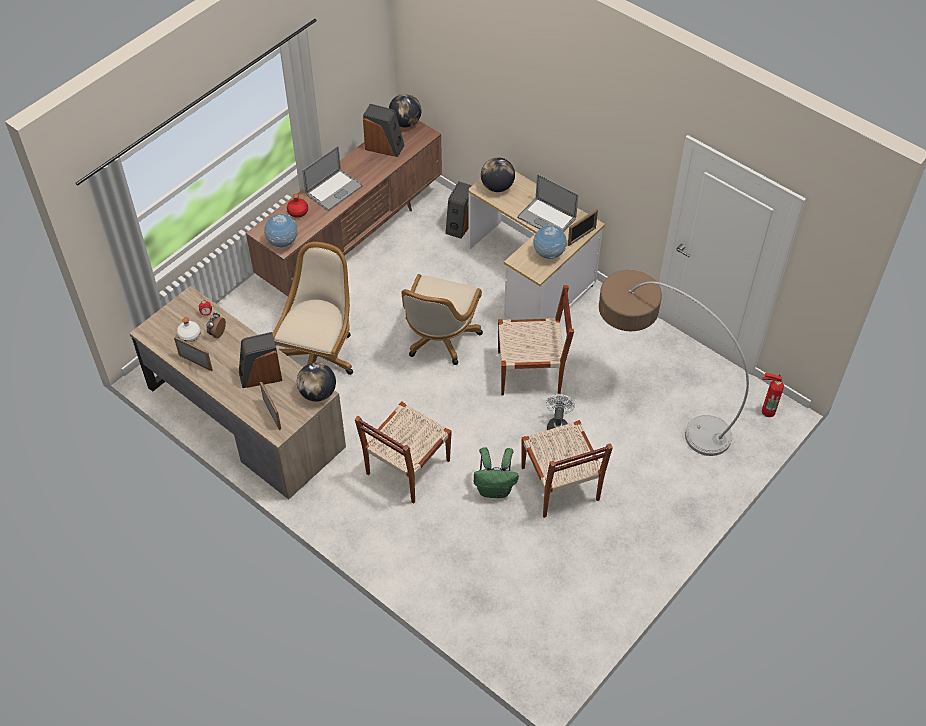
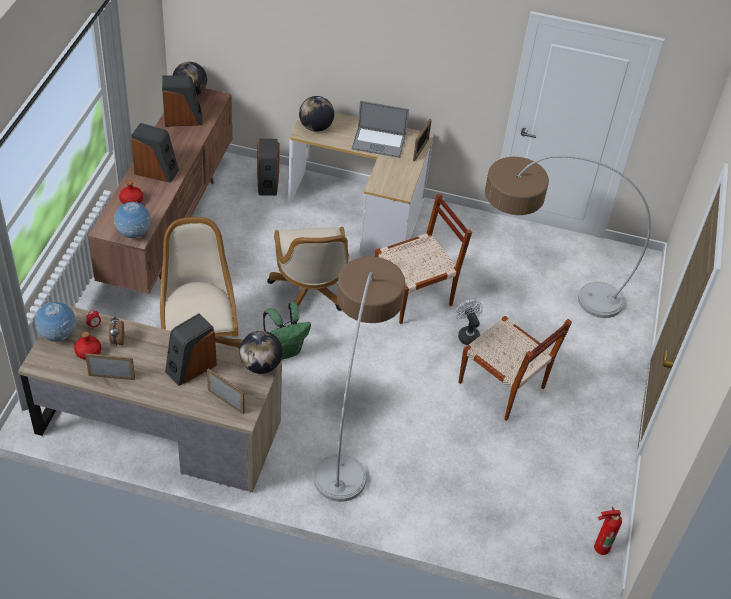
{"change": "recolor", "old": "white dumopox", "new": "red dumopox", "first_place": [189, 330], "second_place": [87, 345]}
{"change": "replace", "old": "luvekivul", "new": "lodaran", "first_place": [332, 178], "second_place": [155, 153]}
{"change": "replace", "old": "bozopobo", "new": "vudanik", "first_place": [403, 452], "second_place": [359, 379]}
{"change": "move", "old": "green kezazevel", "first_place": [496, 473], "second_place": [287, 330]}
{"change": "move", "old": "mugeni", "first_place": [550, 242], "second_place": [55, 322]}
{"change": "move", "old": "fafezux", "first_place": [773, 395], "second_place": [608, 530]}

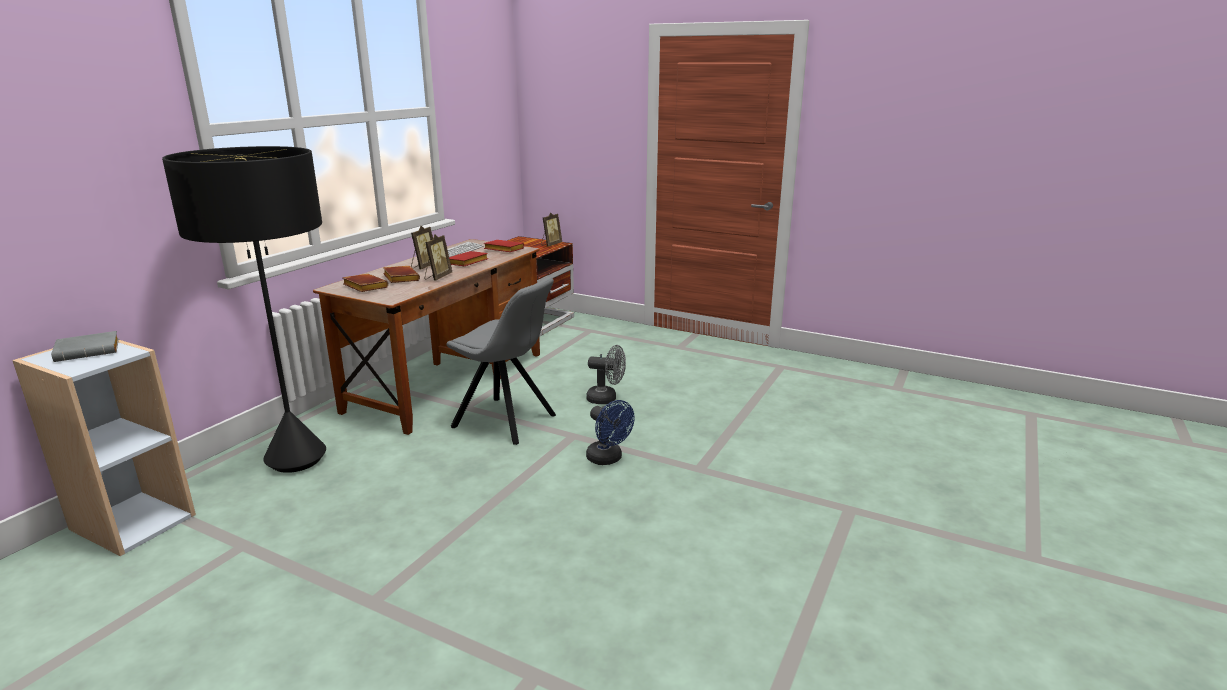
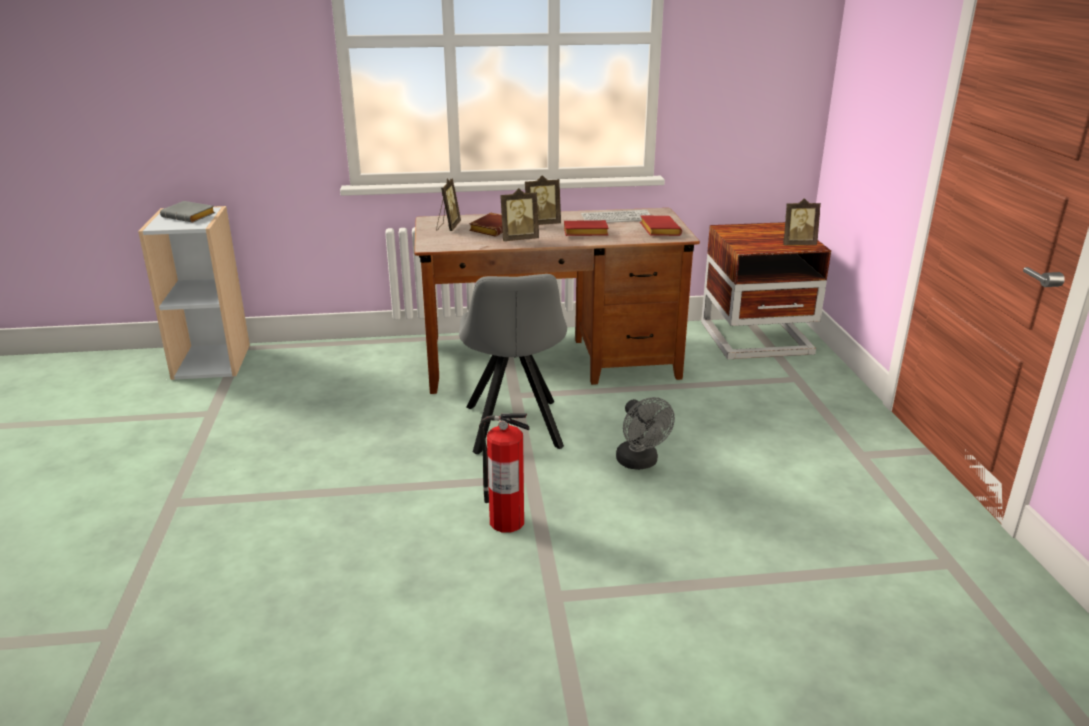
{"change": "delete", "old": "black vudanik", "first_place": [244, 309]}
{"change": "replace", "old": "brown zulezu", "new": "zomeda", "first_place": [365, 283], "second_place": [448, 204]}
{"change": "replace", "old": "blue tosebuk", "new": "fafezux", "first_place": [610, 432], "second_place": [504, 473]}

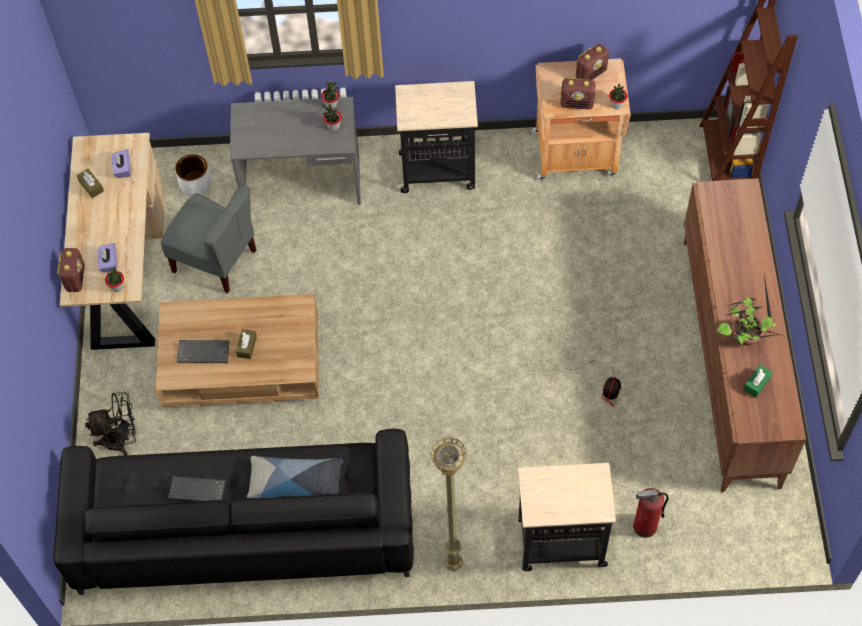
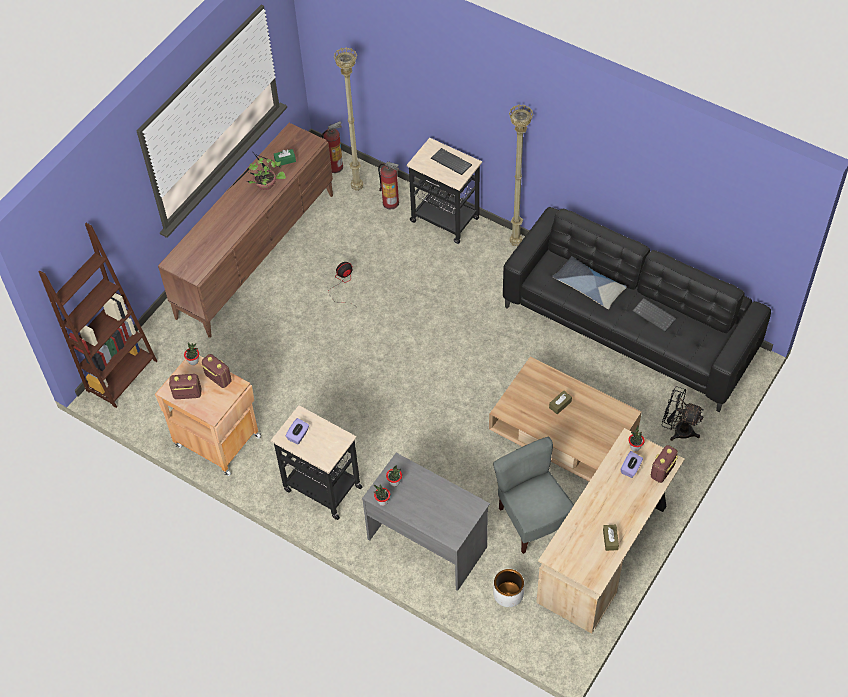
{"change": "move", "old": "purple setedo", "first_place": [121, 163], "second_place": [297, 431]}
{"change": "move", "old": "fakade", "first_place": [203, 351], "second_place": [451, 161]}
{"change": "insert", "new": "fafezux", "second_place": [332, 147]}
{"change": "insert", "new": "beige vudanik", "second_place": [348, 119]}

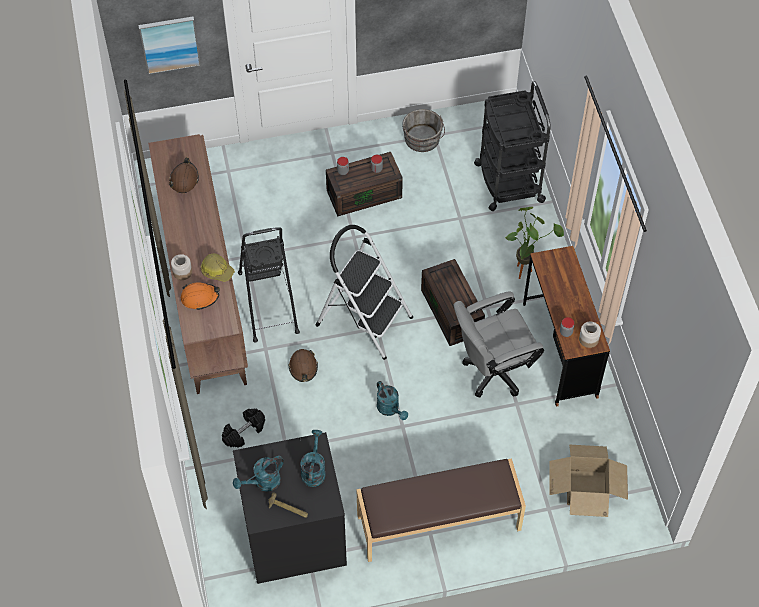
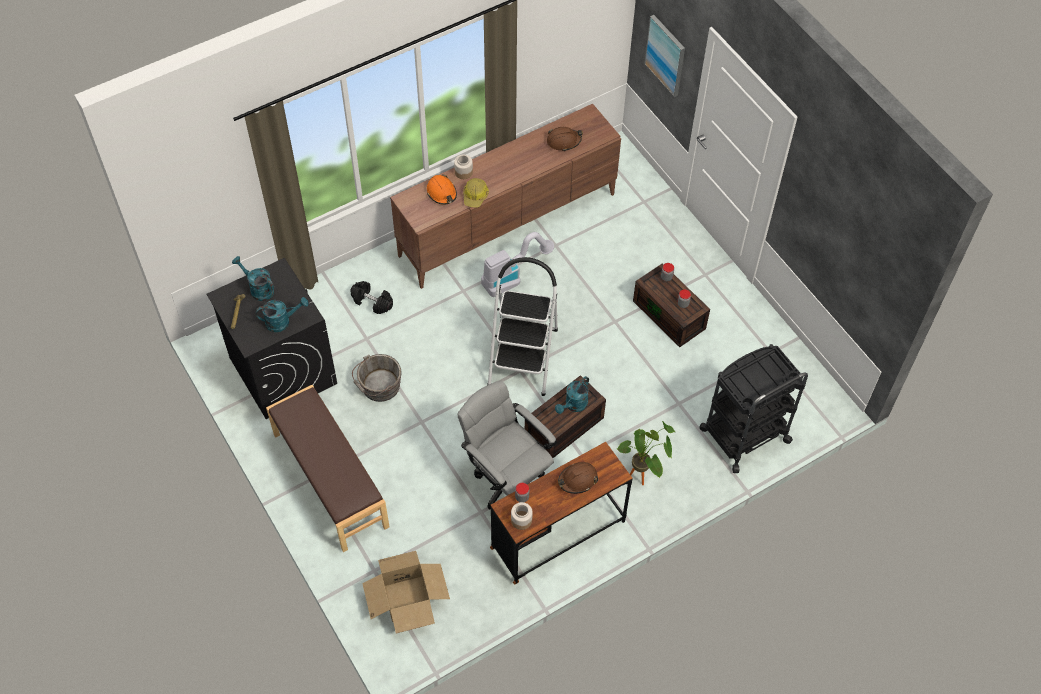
{"change": "replace", "old": "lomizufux", "new": "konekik", "first_place": [269, 284], "second_place": [517, 264]}
{"change": "move", "old": "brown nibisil", "first_place": [303, 365], "second_place": [578, 478]}
{"change": "move", "old": "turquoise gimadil", "first_place": [392, 400], "second_place": [572, 395]}
{"change": "move", "old": "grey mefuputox", "first_place": [423, 130], "second_place": [377, 378]}

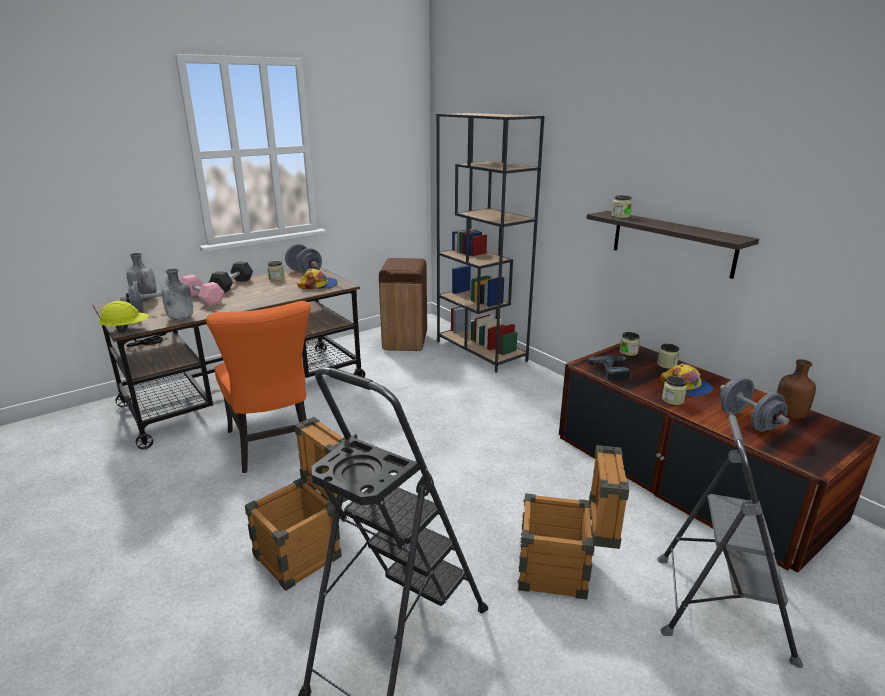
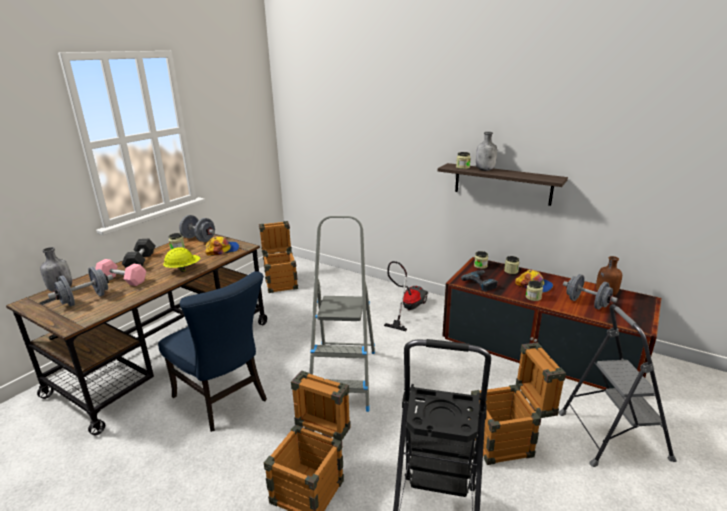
{"change": "move", "old": "yellow nibisil", "first_place": [123, 317], "second_place": [181, 259]}
{"change": "move", "old": "grey dumopox", "first_place": [177, 294], "second_place": [486, 151]}
{"change": "recolor", "old": "orange bozopobo", "new": "blue bozopobo", "first_place": [258, 387], "second_place": [212, 351]}
{"change": "replace", "old": "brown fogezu", "new": "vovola", "first_place": [403, 304], "second_place": [278, 257]}
{"change": "delete", "old": "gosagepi", "first_place": [490, 243]}
{"change": "insert", "new": "grey lomizufux", "second_place": [342, 314]}
{"change": "insert", "new": "konekik", "second_place": [406, 296]}

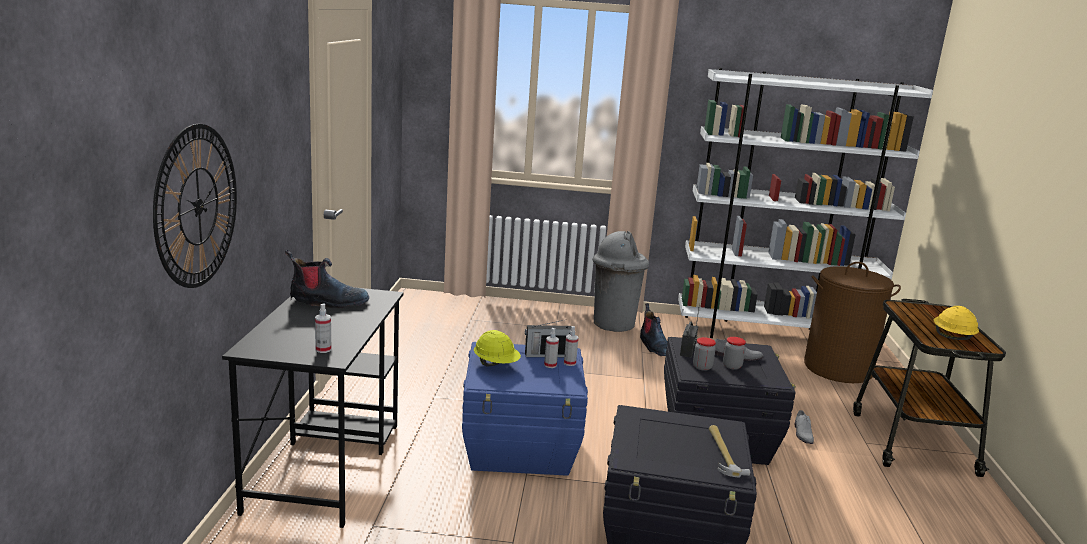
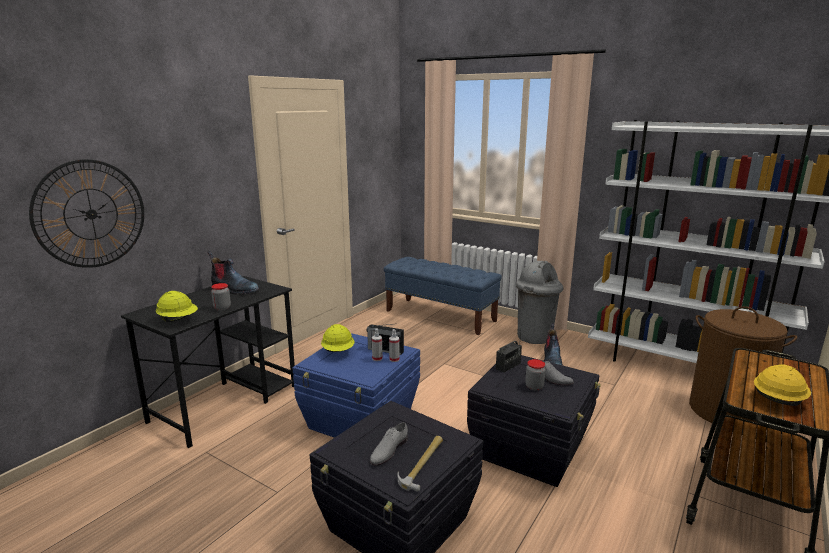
{"change": "replace", "old": "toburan", "new": "yellow nibisil", "first_place": [323, 328], "second_place": [177, 306]}
{"change": "move", "old": "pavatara", "first_place": [704, 354], "second_place": [221, 297]}
{"change": "move", "old": "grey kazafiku", "first_place": [804, 427], "second_place": [389, 444]}
{"change": "insert", "new": "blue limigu", "second_place": [443, 296]}

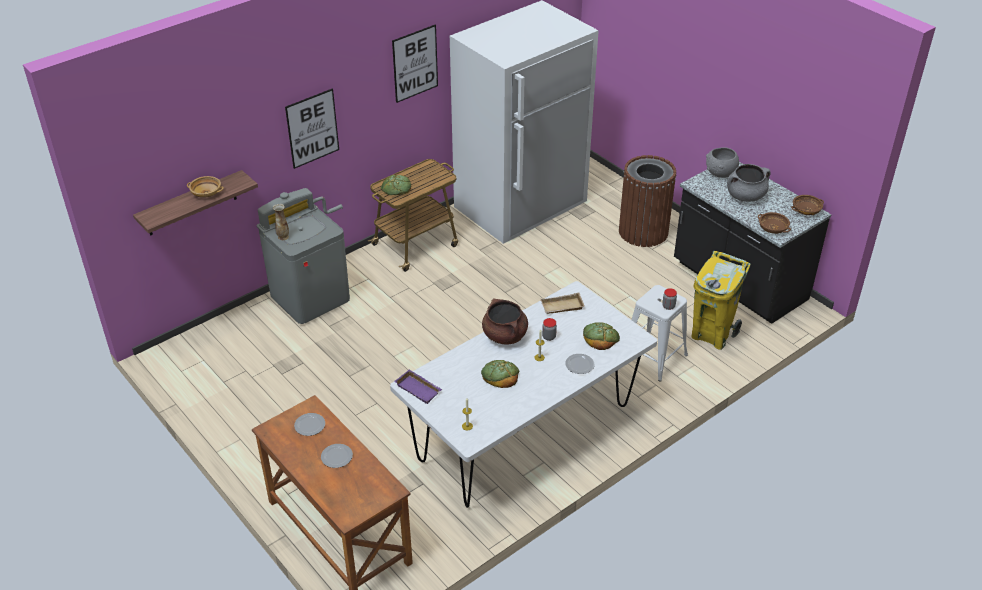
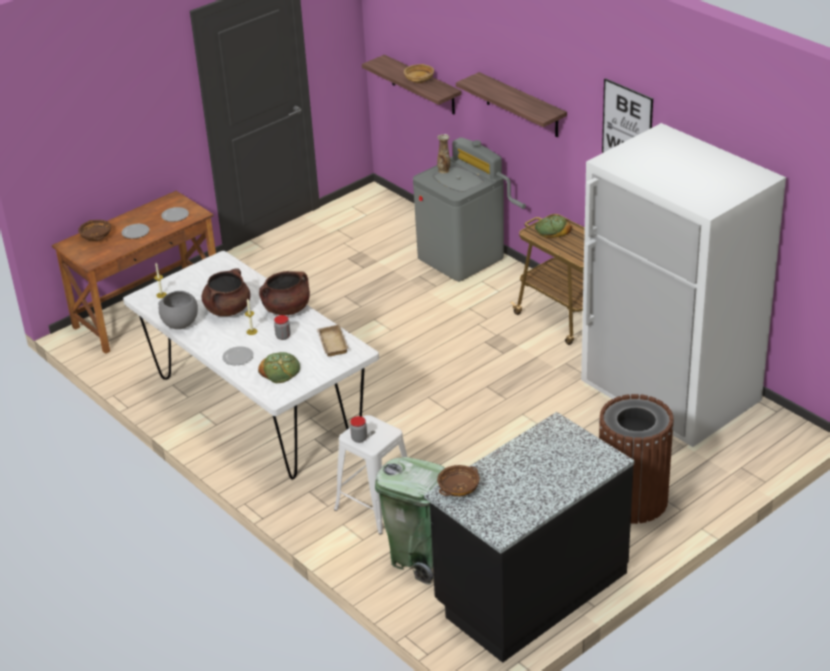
{"change": "replace", "old": "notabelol", "new": "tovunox", "first_place": [312, 129], "second_place": [511, 104]}
{"change": "delete", "old": "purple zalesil", "first_place": [418, 386]}
{"change": "replace", "old": "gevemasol", "new": "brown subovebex", "first_place": [500, 374], "second_place": [226, 292]}
{"change": "recolor", "old": "yellow fogezu", "new": "green fogezu", "first_place": [721, 300], "second_place": [410, 521]}
{"change": "move", "old": "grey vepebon", "first_place": [722, 162], "second_place": [178, 310]}
{"change": "delete", "old": "grey subovebex", "first_place": [749, 183]}
{"change": "move", "old": "brown vepebon", "first_place": [807, 205], "second_place": [94, 230]}

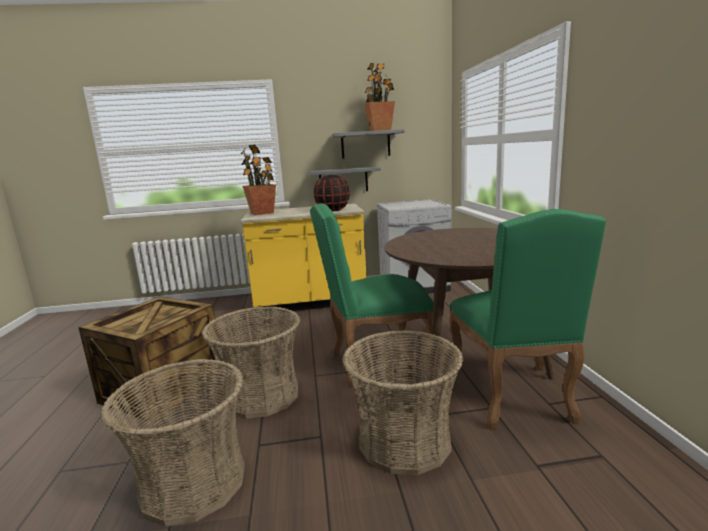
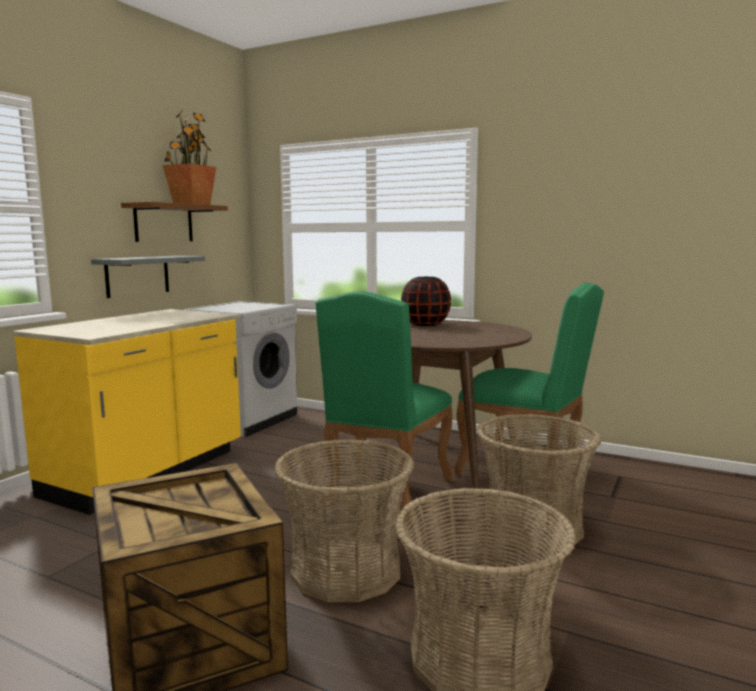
{"change": "delete", "old": "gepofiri", "first_place": [258, 180]}
{"change": "move", "old": "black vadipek", "first_place": [332, 193], "second_place": [426, 301]}
{"change": "recolor", "old": "grey tovunox", "new": "brown tovunox", "first_place": [368, 144], "second_place": [174, 221]}

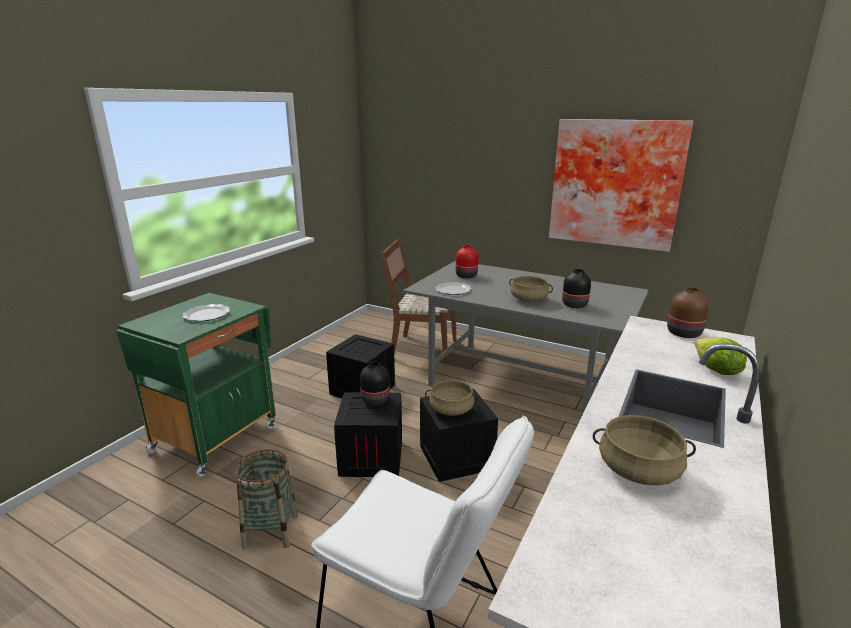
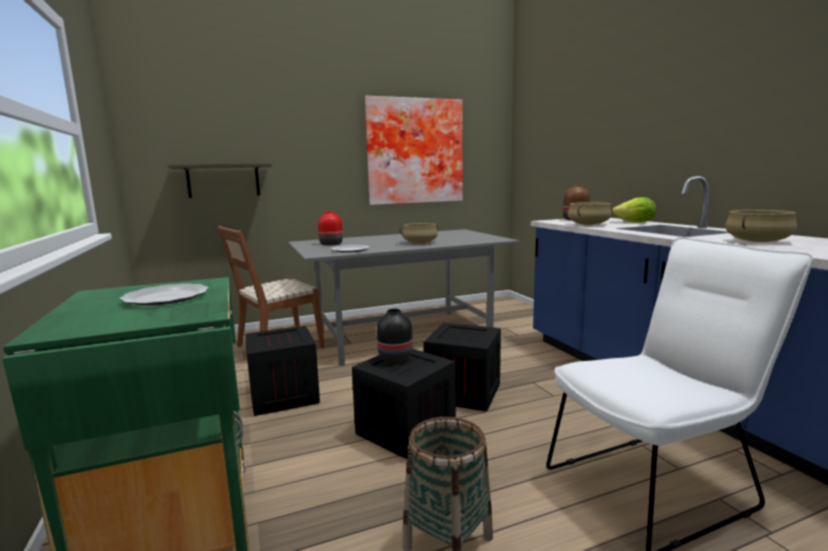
{"change": "move", "old": "beige subovebex", "first_place": [451, 398], "second_place": [589, 213]}
{"change": "delete", "old": "black vadipek", "first_place": [576, 288]}
{"change": "insert", "new": "tovunox", "second_place": [220, 180]}

